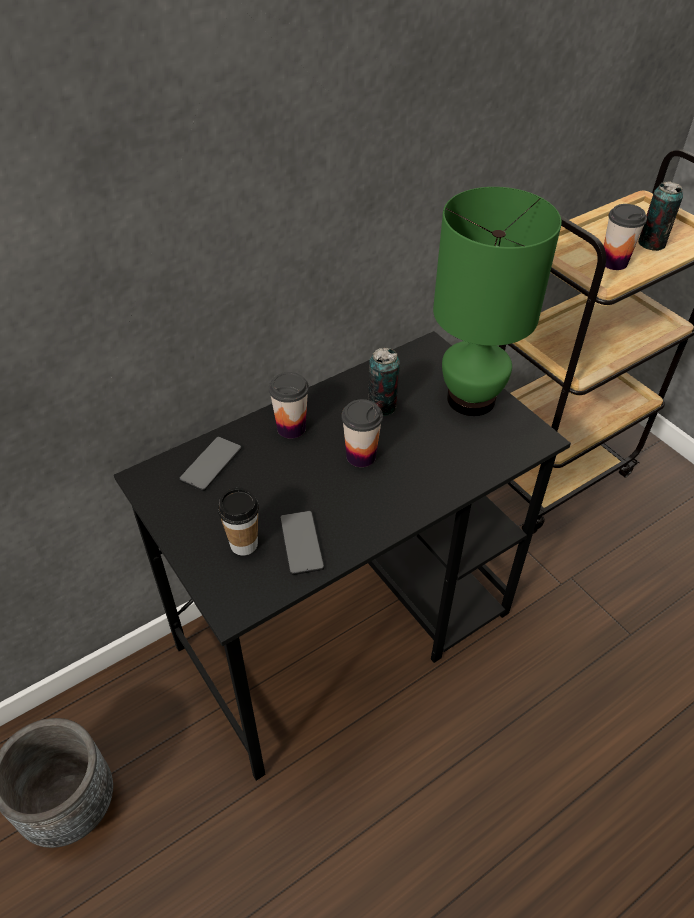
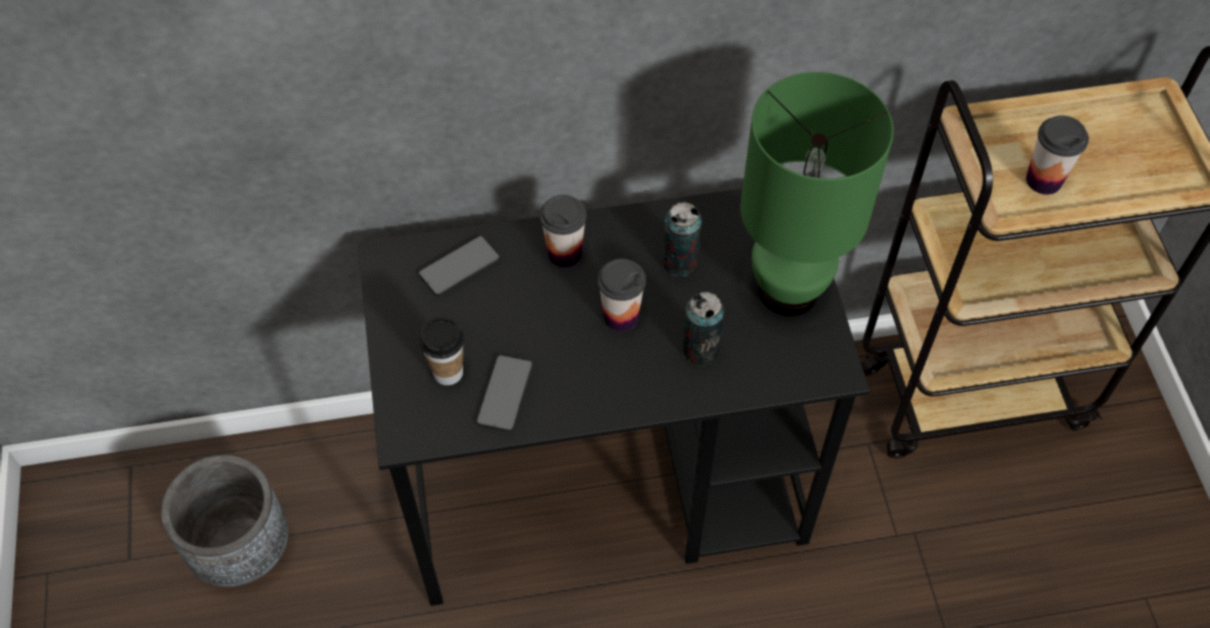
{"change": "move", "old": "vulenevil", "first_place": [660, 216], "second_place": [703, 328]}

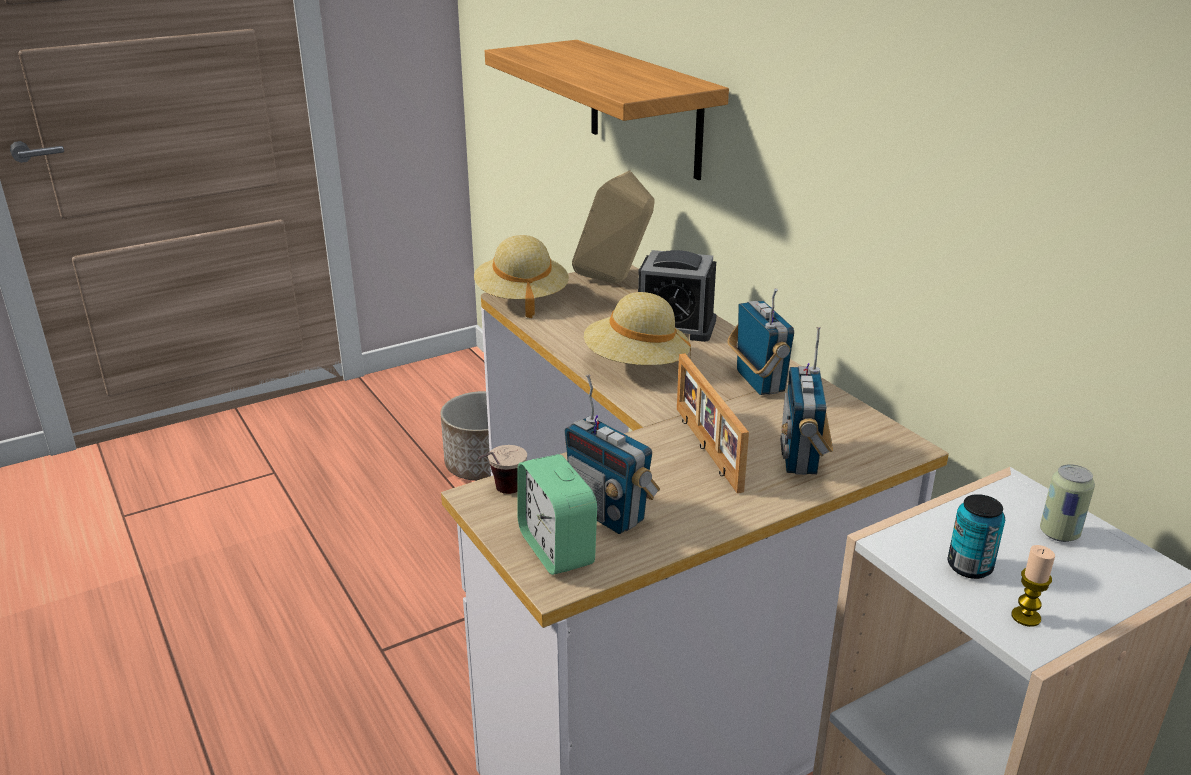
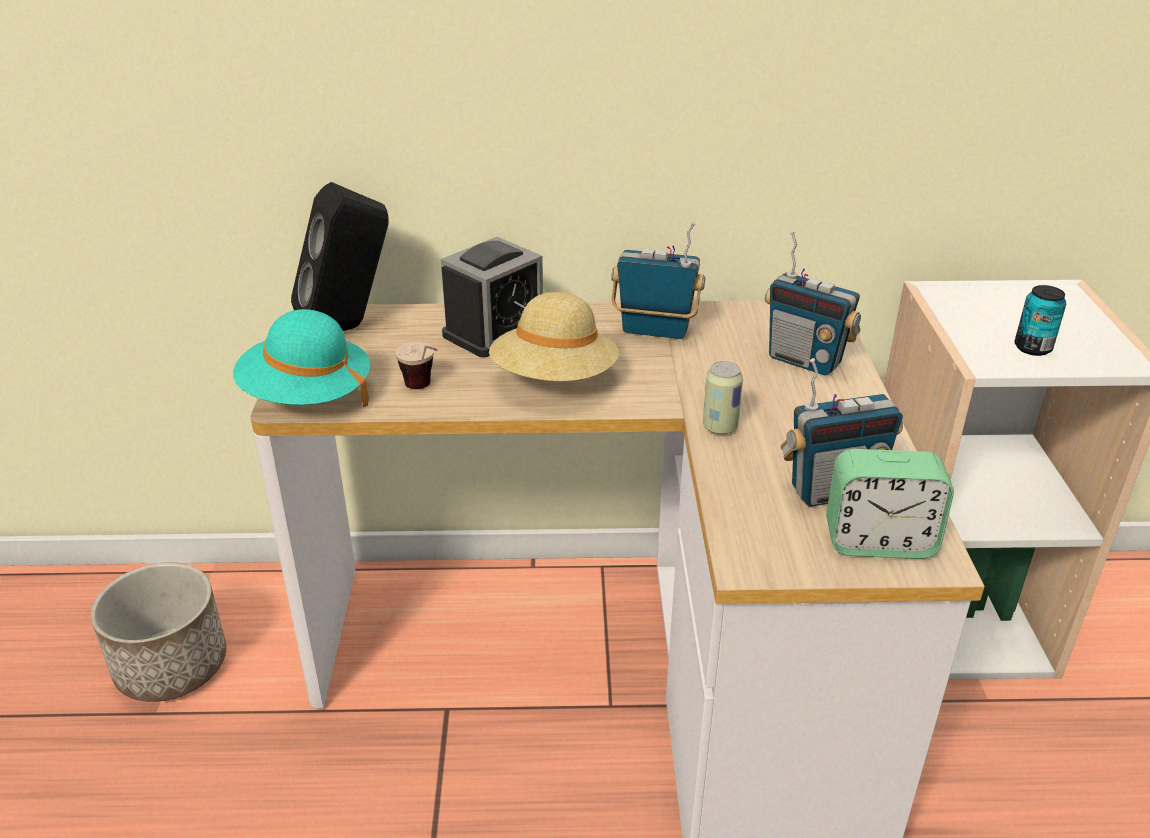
{"change": "recolor", "old": "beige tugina", "new": "turquoise tugina", "first_place": [521, 276], "second_place": [301, 358]}
{"change": "move", "old": "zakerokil", "first_place": [502, 469], "second_place": [416, 365]}
{"change": "delete", "old": "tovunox", "first_place": [607, 110]}
{"change": "recolor", "old": "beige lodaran", "new": "black lodaran", "first_place": [613, 227], "second_place": [340, 256]}
{"change": "delete", "old": "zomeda", "first_place": [713, 423]}
{"change": "delete", "old": "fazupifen", "first_place": [1033, 586]}
{"change": "move", "old": "vulenevil", "first_place": [1067, 503], "second_place": [723, 398]}

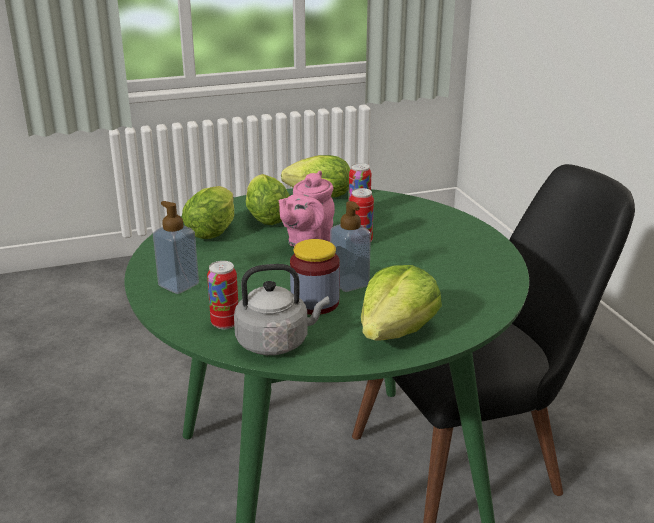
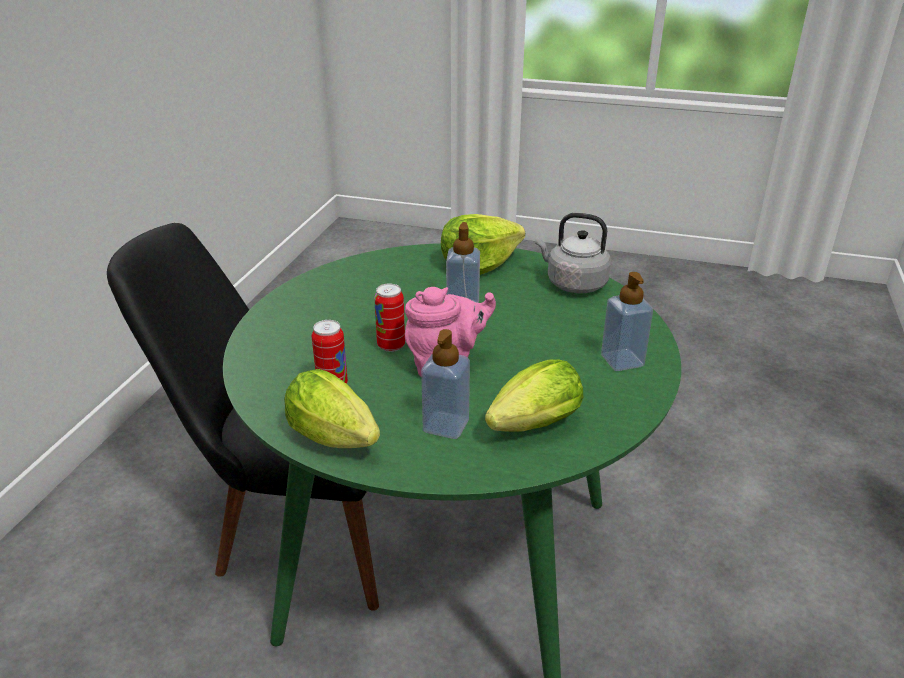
{"change": "delete", "old": "vulenevil", "first_place": [222, 295]}
{"change": "replace", "old": "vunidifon", "new": "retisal", "first_place": [268, 199], "second_place": [445, 384]}
{"change": "delete", "old": "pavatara", "first_place": [315, 277]}

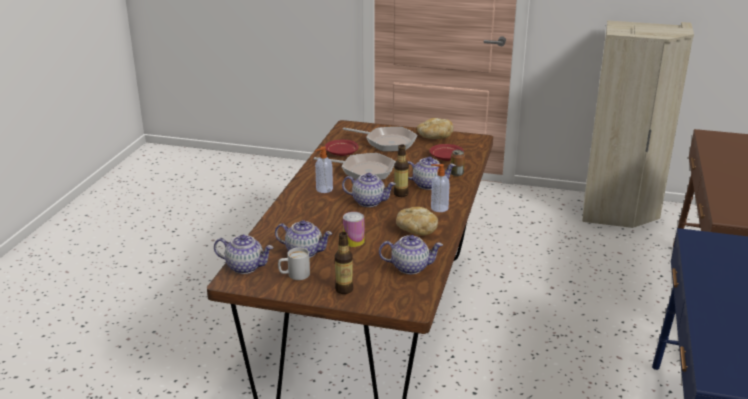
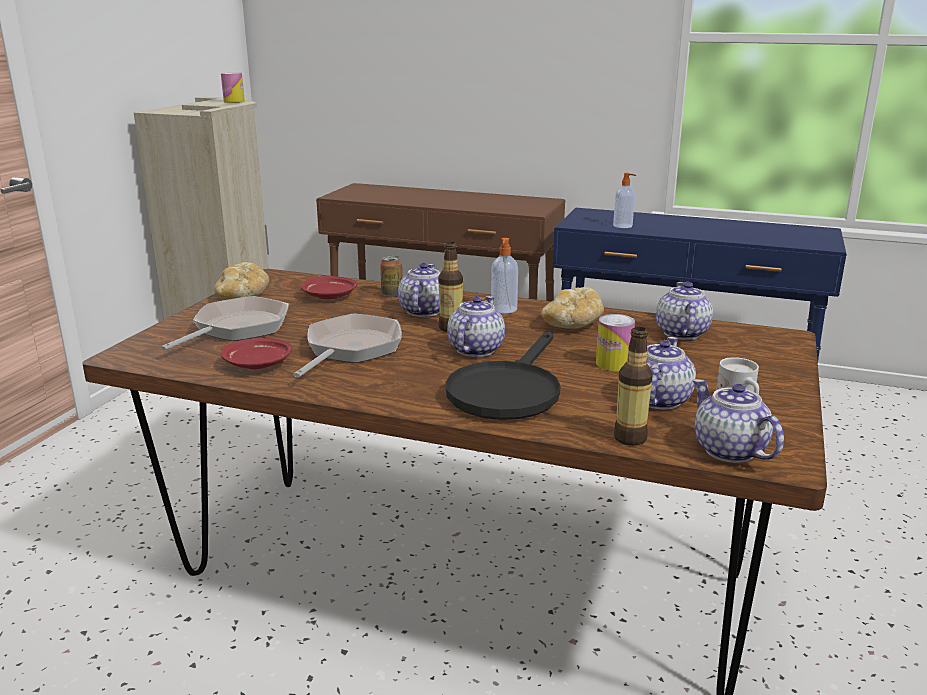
{"change": "rotate", "old": "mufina", "first_place": [244, 254], "second_place": [738, 421], "degrees": -45}
{"change": "move", "old": "retisal", "first_place": [324, 170], "second_place": [624, 200]}
{"change": "move", "old": "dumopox", "first_place": [344, 263], "second_place": [633, 386]}
{"change": "insert", "new": "vulenevil", "second_place": [233, 87]}
{"change": "insert", "new": "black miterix", "second_place": [503, 376]}

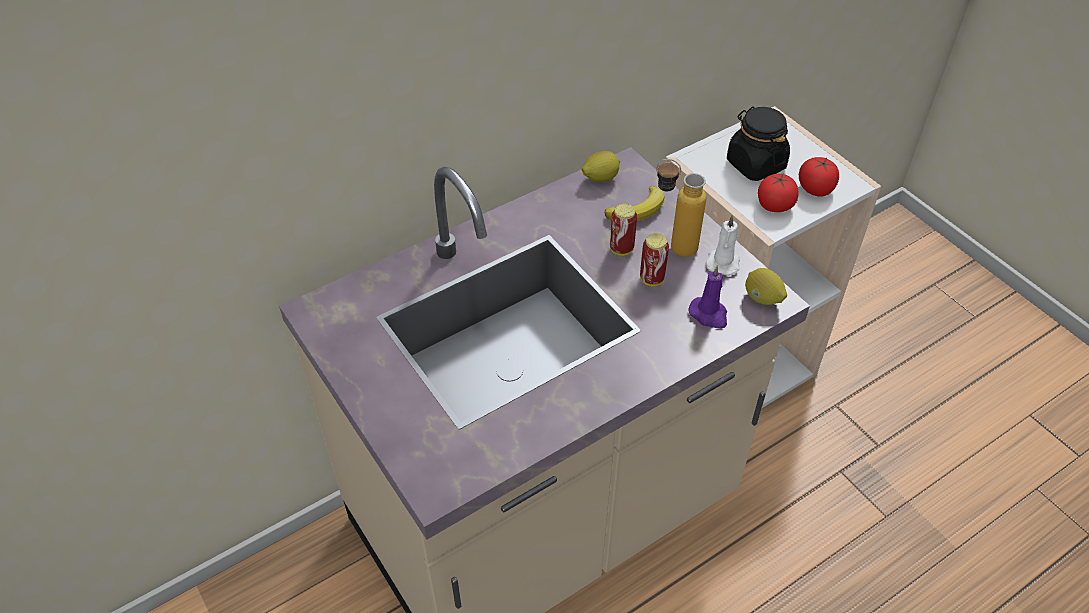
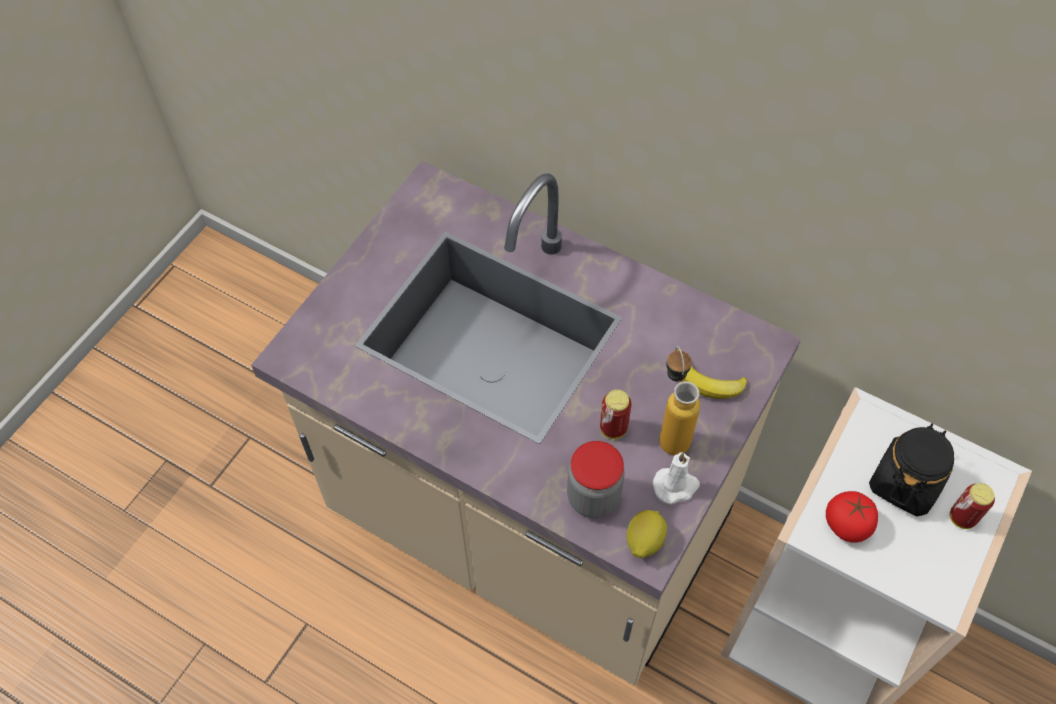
{"change": "delete", "old": "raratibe", "first_place": [601, 166]}
{"change": "move", "old": "vulenevil", "first_place": [623, 230], "second_place": [972, 506]}
{"change": "replace", "old": "purple fazupifen", "new": "pavatara", "first_place": [707, 297], "second_place": [596, 479]}
{"change": "delete", "old": "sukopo", "first_place": [819, 177]}

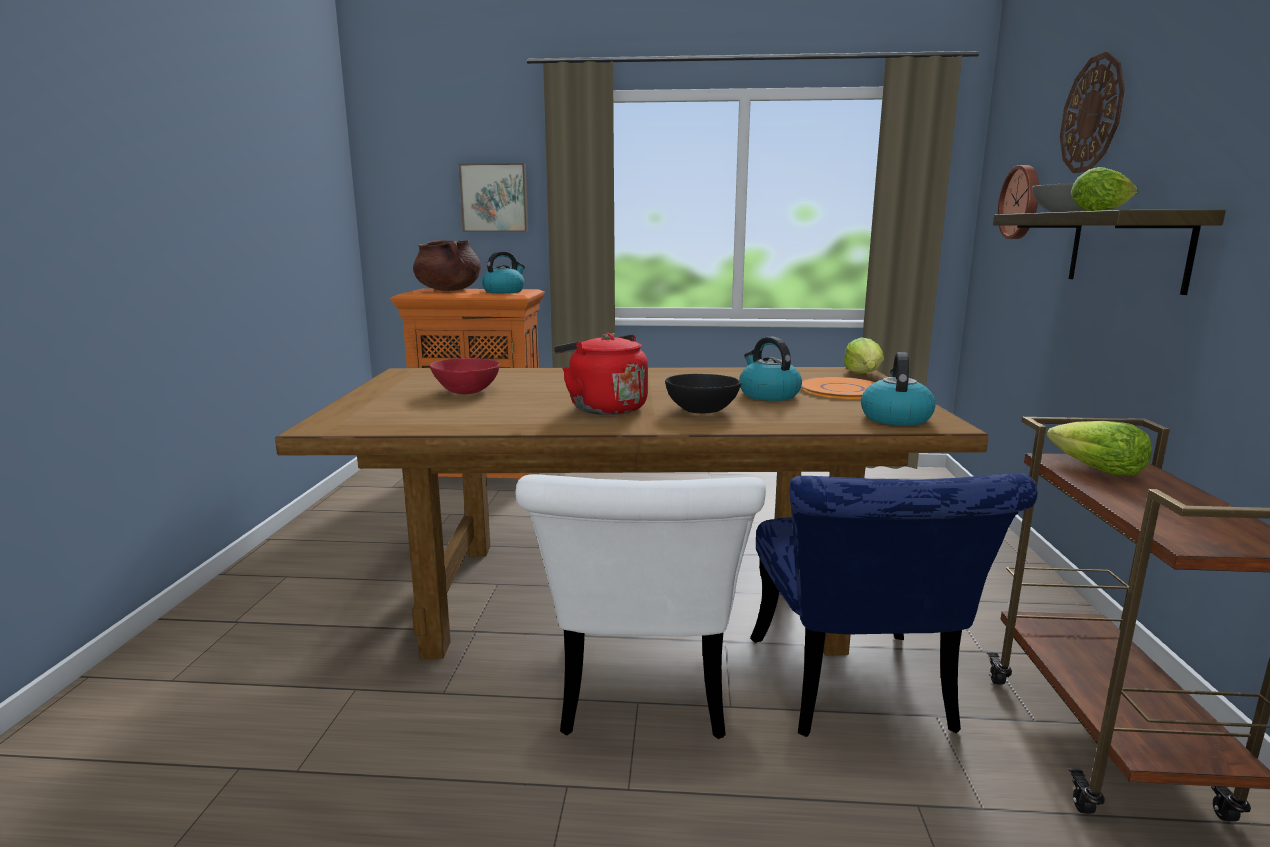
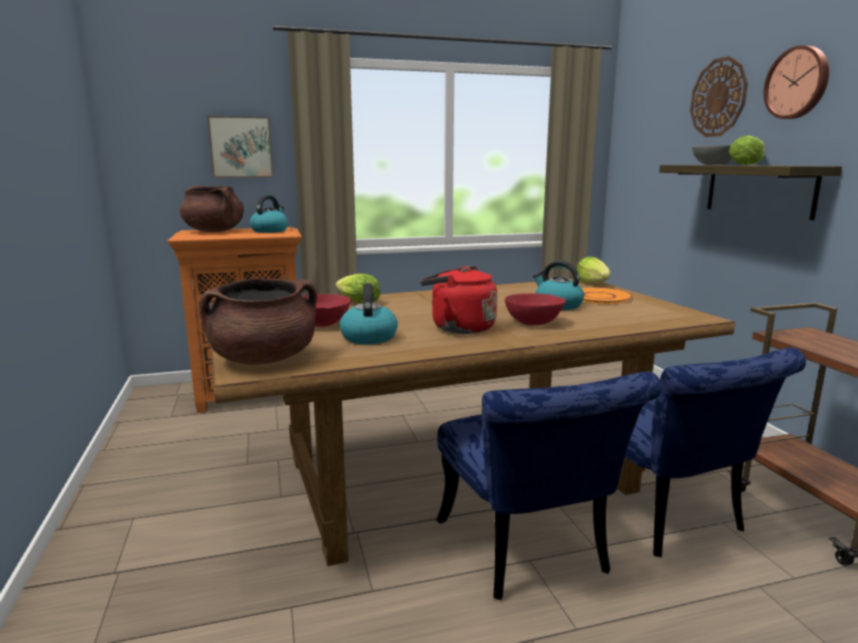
{"change": "recolor", "old": "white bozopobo", "new": "blue bozopobo", "first_place": [641, 606], "second_place": [548, 485]}
{"change": "recolor", "old": "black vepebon", "new": "red vepebon", "first_place": [703, 393], "second_place": [535, 309]}
{"change": "move", "old": "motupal", "first_place": [898, 389], "second_place": [369, 313]}
{"change": "move", "old": "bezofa", "first_place": [1018, 202], "second_place": [796, 82]}
{"change": "move", "old": "vunidifon", "first_place": [1099, 448], "second_place": [357, 289]}
{"change": "insert", "new": "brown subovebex", "second_place": [258, 321]}

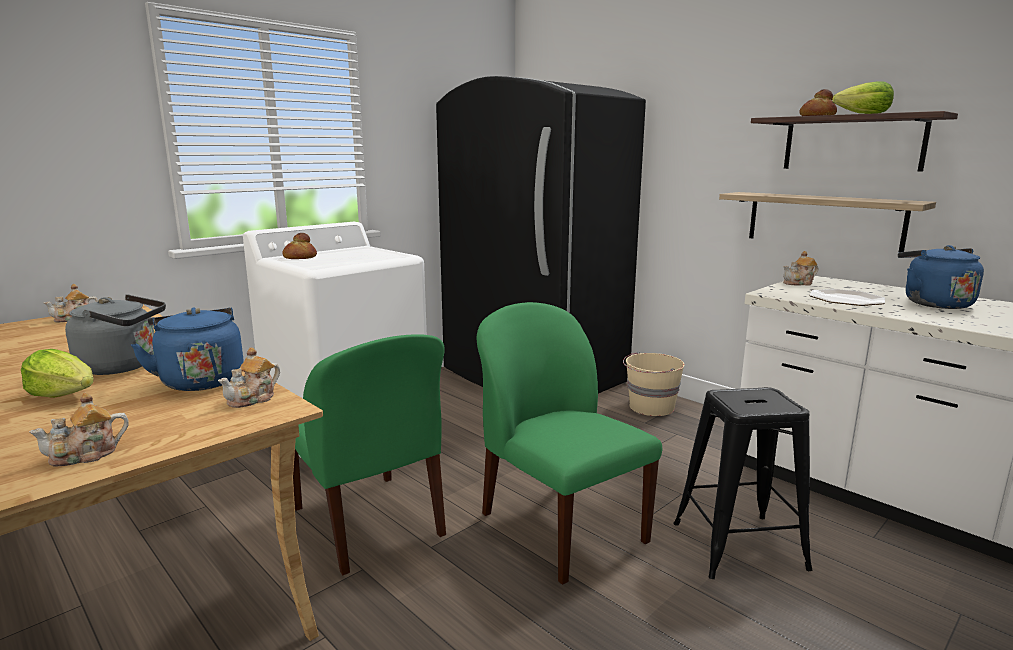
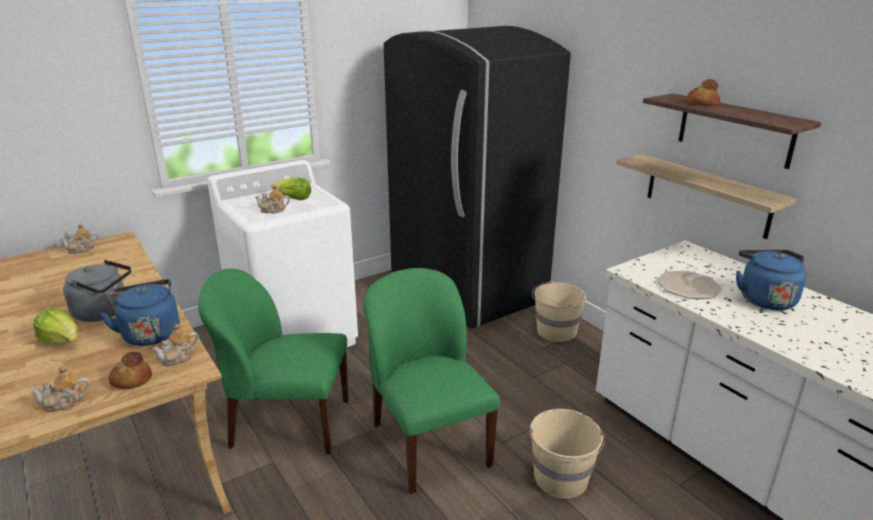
{"change": "move", "old": "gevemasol", "first_place": [299, 246], "second_place": [130, 370]}
{"change": "rotate", "old": "green bozopobo", "first_place": [369, 454], "second_place": [273, 362], "degrees": 120}
{"change": "replace", "old": "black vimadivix", "new": "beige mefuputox", "first_place": [742, 483], "second_place": [567, 453]}
{"change": "move", "old": "mufina", "first_place": [800, 268], "second_place": [272, 199]}
{"change": "move", "old": "vunidifon", "first_place": [863, 97], "second_place": [291, 189]}

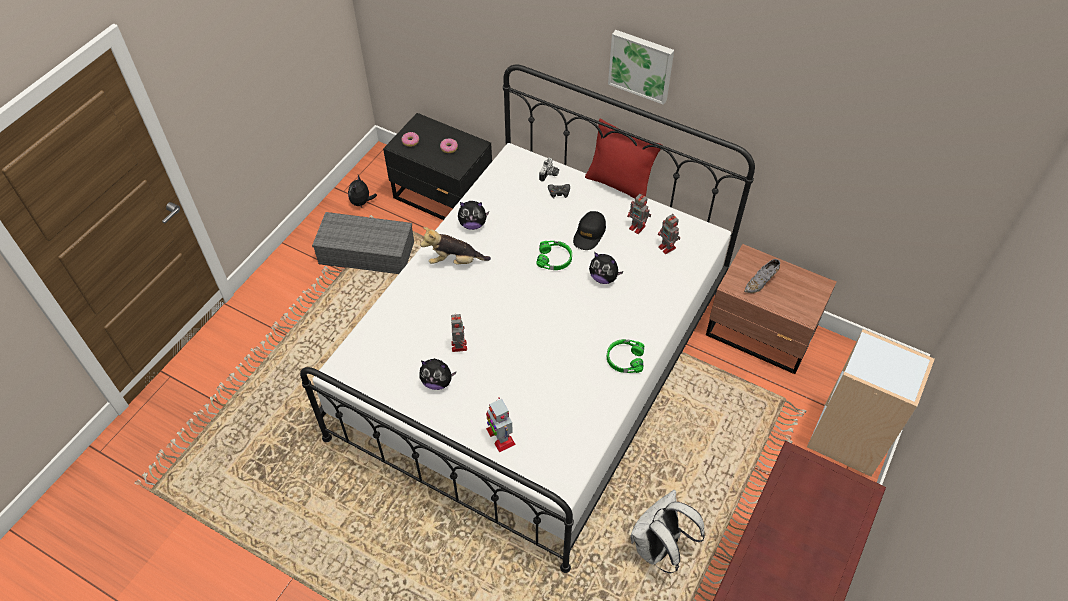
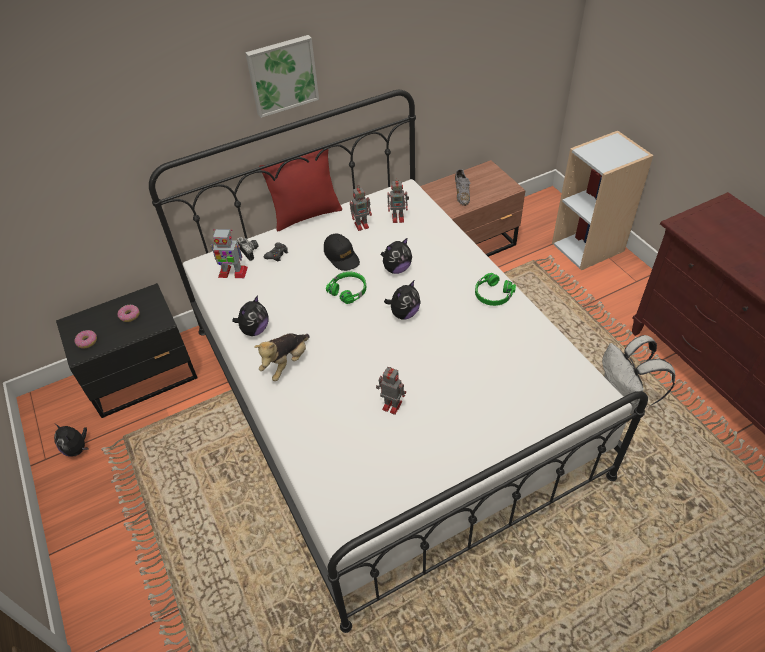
{"change": "delete", "old": "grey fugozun", "first_place": [363, 243]}
{"change": "move", "old": "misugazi", "first_place": [437, 374], "second_place": [402, 300]}
{"change": "move", "old": "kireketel", "first_place": [501, 424], "second_place": [229, 253]}

